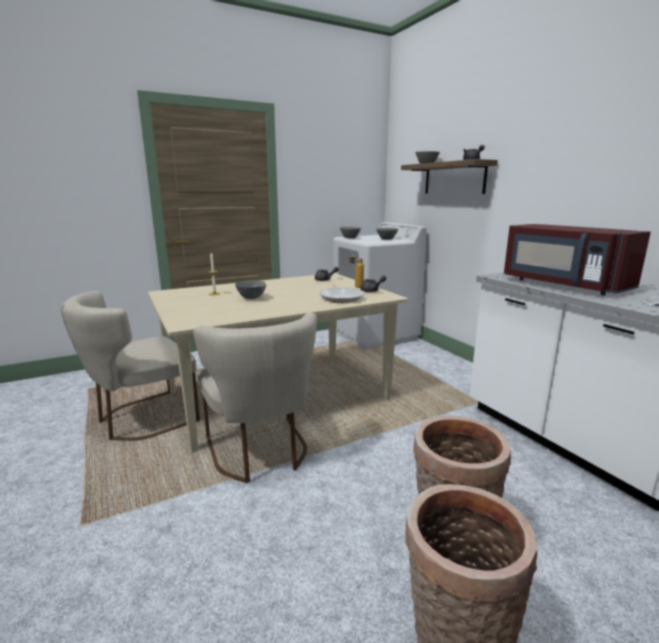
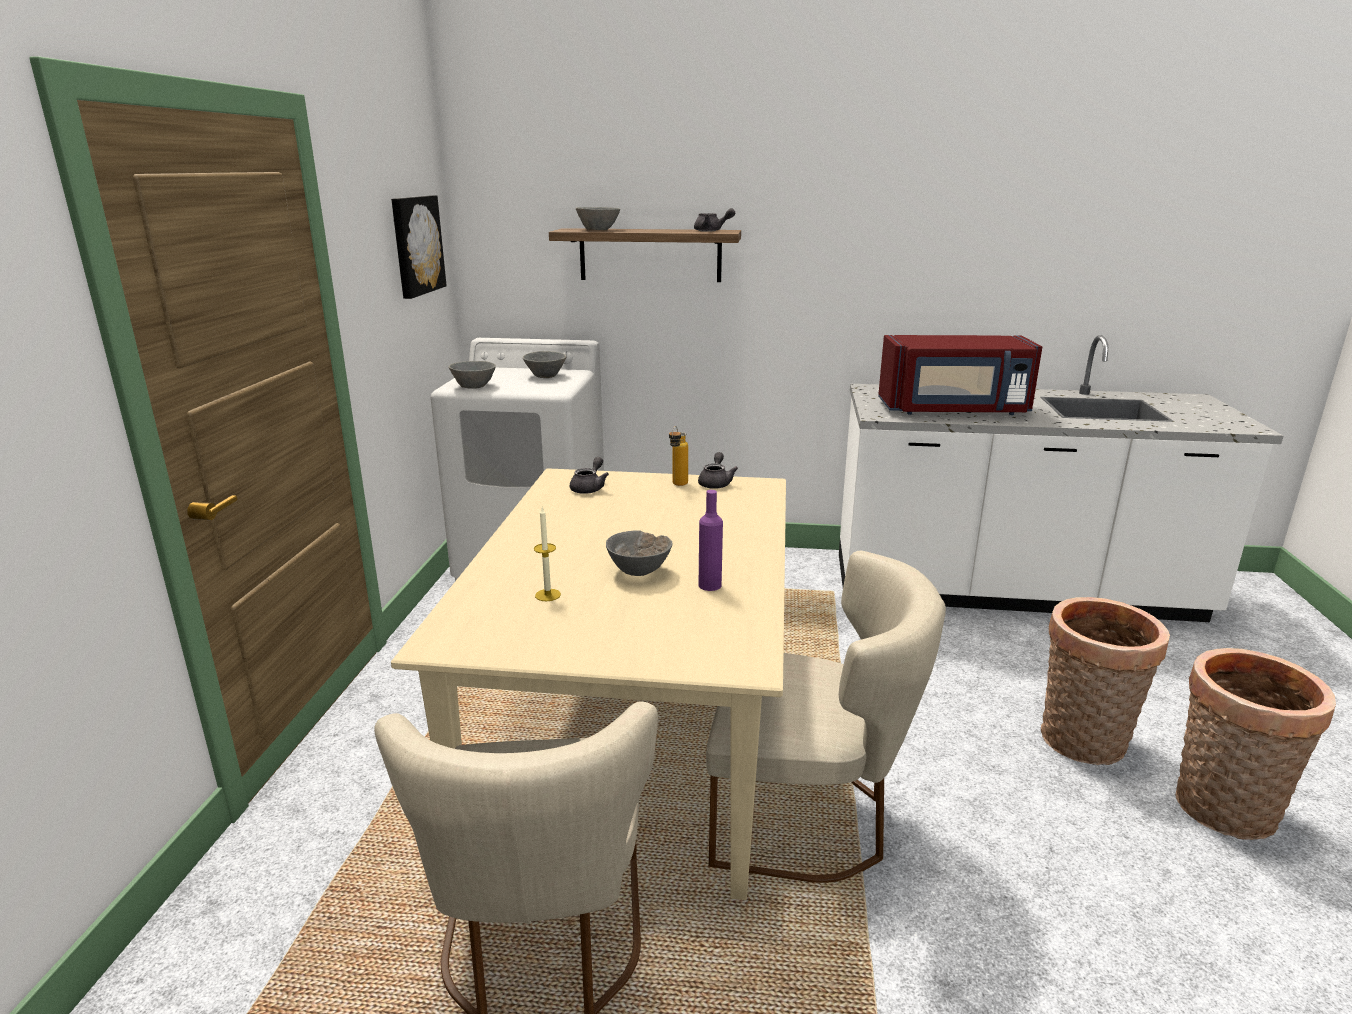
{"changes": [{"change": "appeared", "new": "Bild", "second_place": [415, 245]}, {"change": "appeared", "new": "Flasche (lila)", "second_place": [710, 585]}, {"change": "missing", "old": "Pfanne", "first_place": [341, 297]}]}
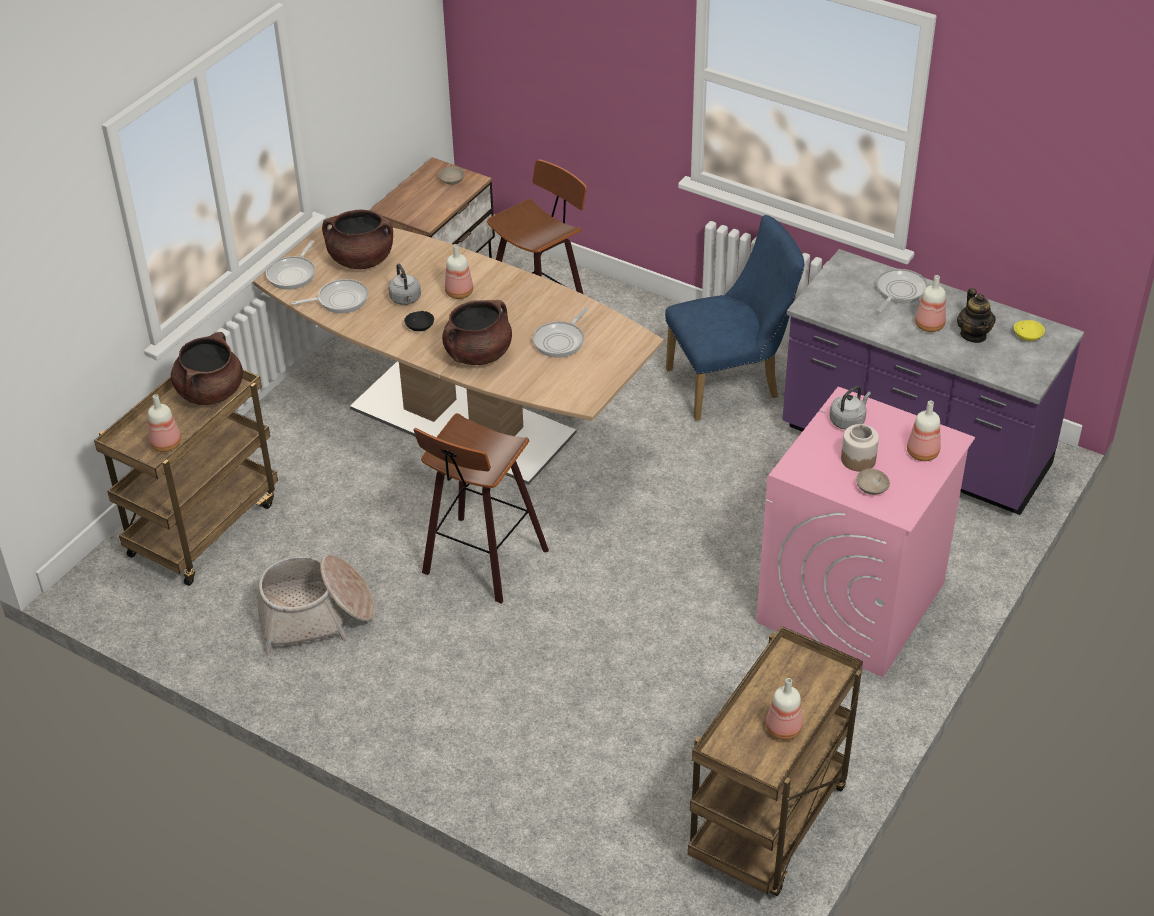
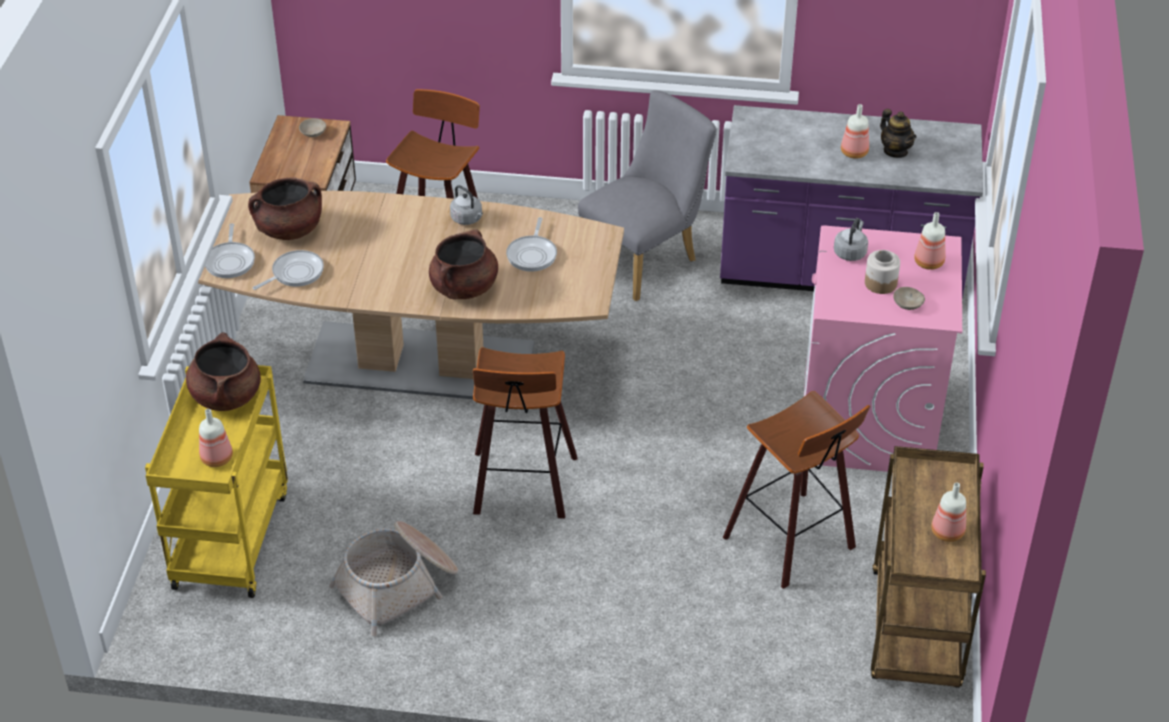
{"changes": [{"change": "colour", "old": "Rollwagen (braun)", "new": "Rollwagen (gelb)", "first_place": [203, 526], "second_place": [230, 537]}, {"change": "relocated", "old": "Wasserkessel (grau)", "first_place": [406, 299], "second_place": [467, 219]}, {"change": "colour", "old": "Stuhl (blau)", "new": "Stuhl (grau)", "first_place": [731, 384], "second_place": [646, 259]}, {"change": "appeared", "new": "Hocker", "second_place": [794, 543]}, {"change": "missing", "old": "Schüssel (schwarz)", "first_place": [419, 327]}, {"change": "missing", "old": "Flasche", "first_place": [459, 292]}, {"change": "missing", "old": "Pfanne", "first_place": [899, 291]}, {"change": "missing", "old": "Schüssel (gelb)", "first_place": [1027, 337]}]}
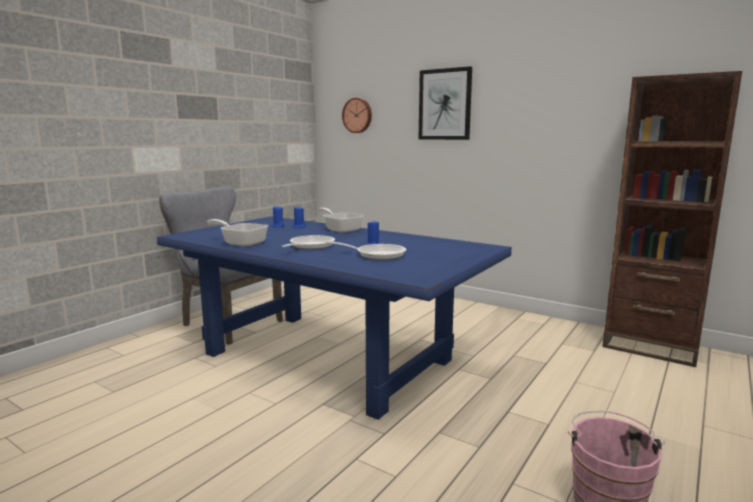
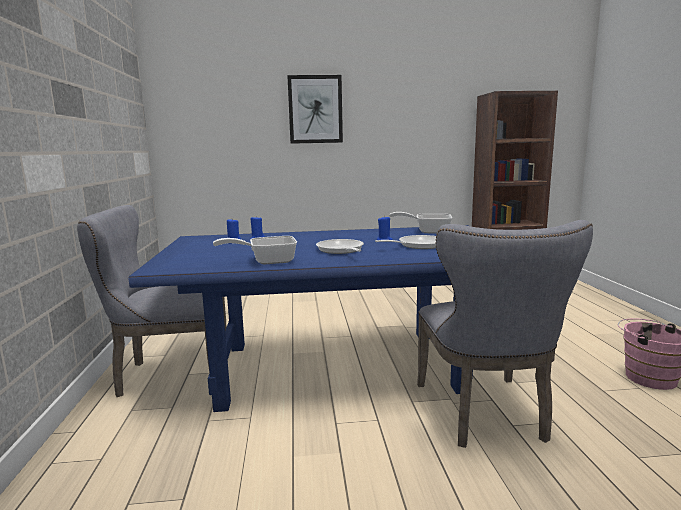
{"changes": [{"change": "relocated", "old": "Pfanne", "first_place": [341, 230], "second_place": [428, 231]}, {"change": "appeared", "new": "Stuhl (grau)", "second_place": [486, 415]}, {"change": "missing", "old": "Wanduhr", "first_place": [357, 115]}]}
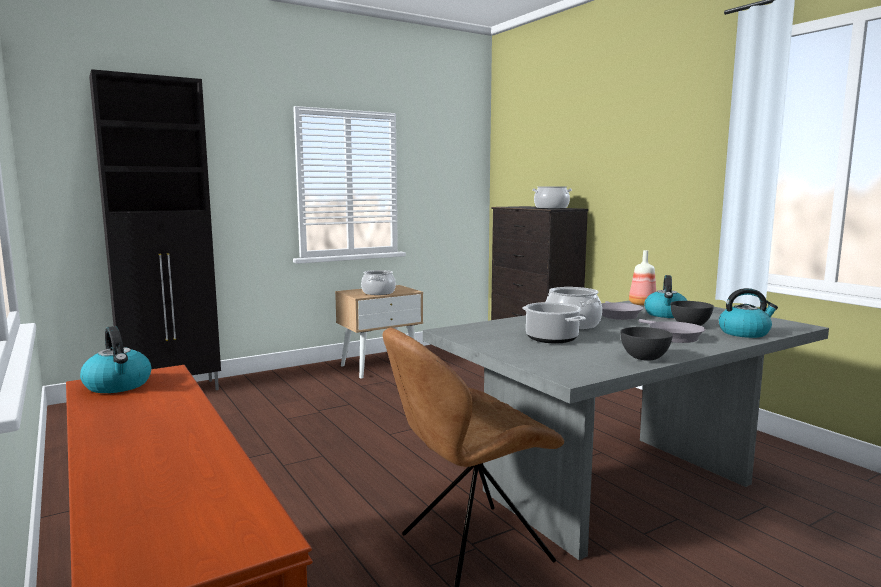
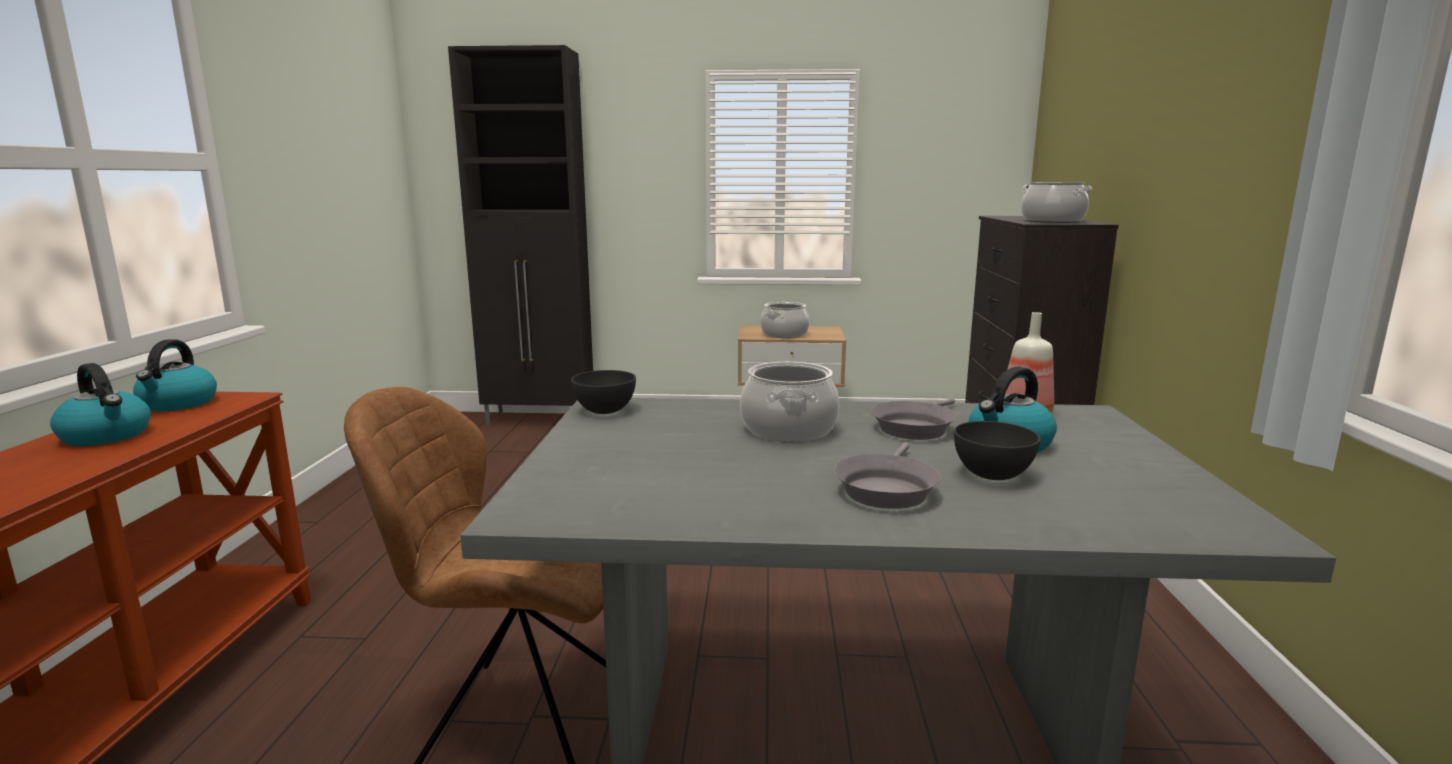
{"changes": [{"change": "relocated", "old": "Wasserkessel", "first_place": [744, 333], "second_place": [107, 436]}, {"change": "relocated", "old": "Schüssel (grau)", "first_place": [644, 358], "second_place": [604, 411]}, {"change": "missing", "old": "Kochtopf", "first_place": [552, 338]}]}
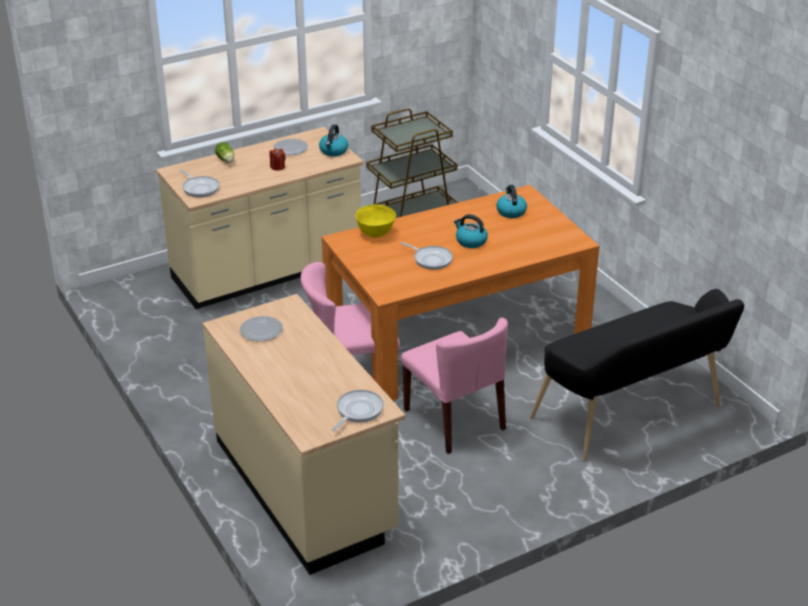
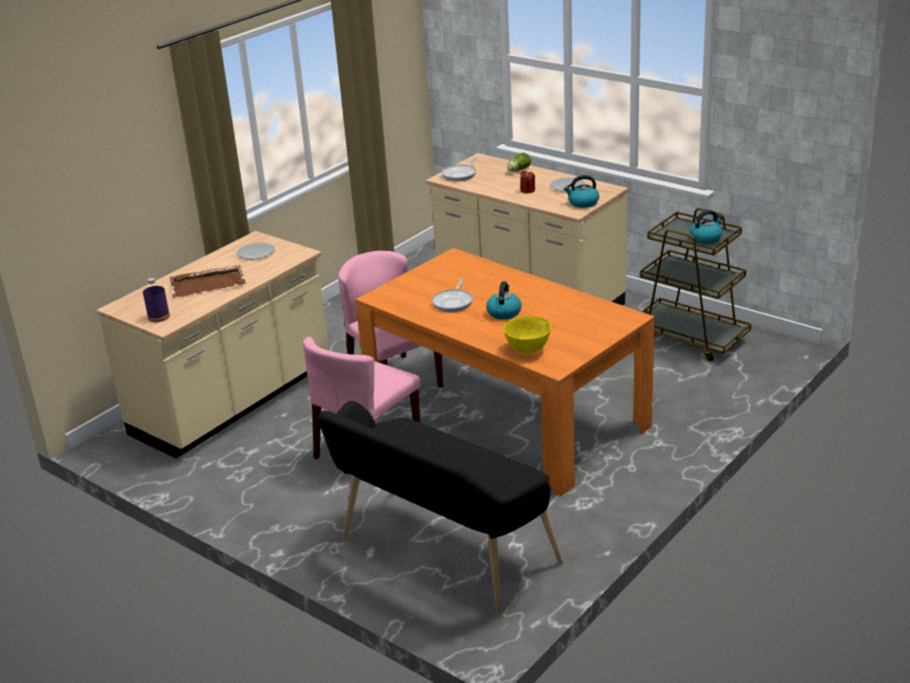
{"changes": [{"change": "exchanged", "old": "Pfanne", "new": "Flasche (lila)", "first_place": [358, 411], "second_place": [158, 317]}, {"change": "appeared", "new": "Tablett (braun)", "second_place": [208, 284]}, {"change": "relocated", "old": "Schüssel (gelb)", "first_place": [375, 234], "second_place": [527, 349]}, {"change": "relocated", "old": "Wasserkessel", "first_place": [511, 211], "second_place": [706, 238]}]}
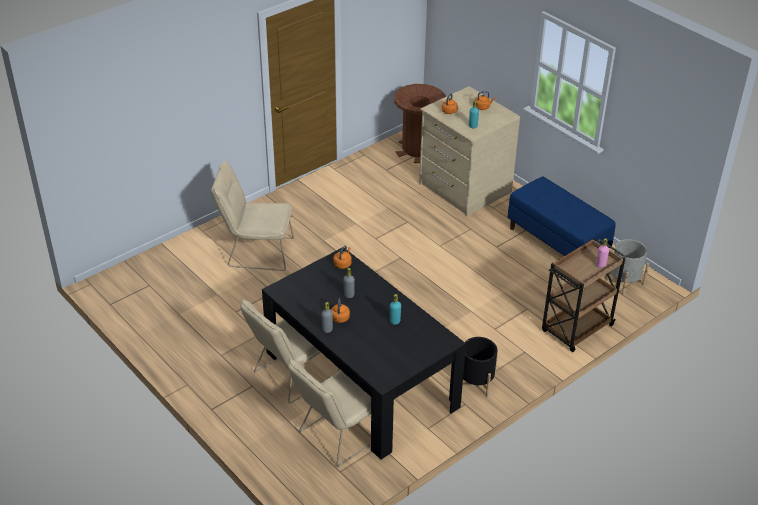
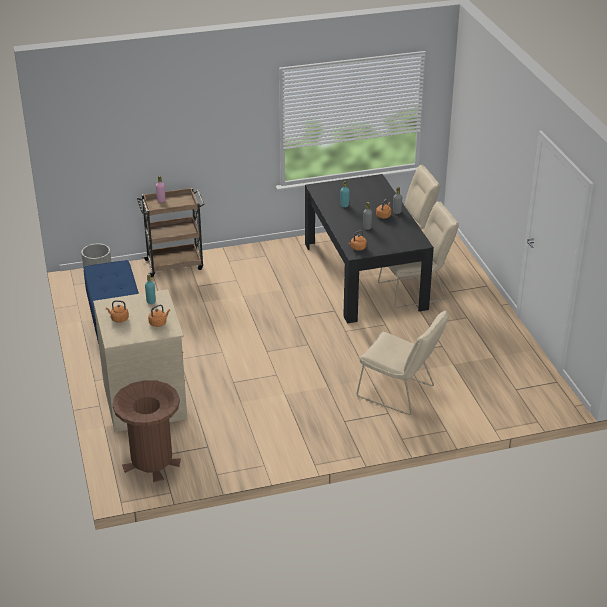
{"changes": [{"change": "missing", "old": "Pflanzkübel (schwarz)", "first_place": [476, 382]}]}
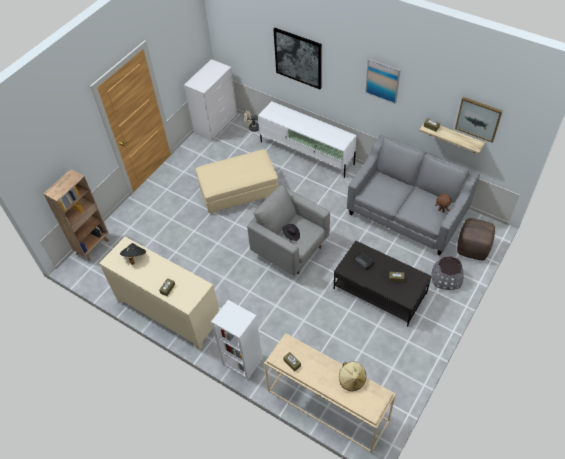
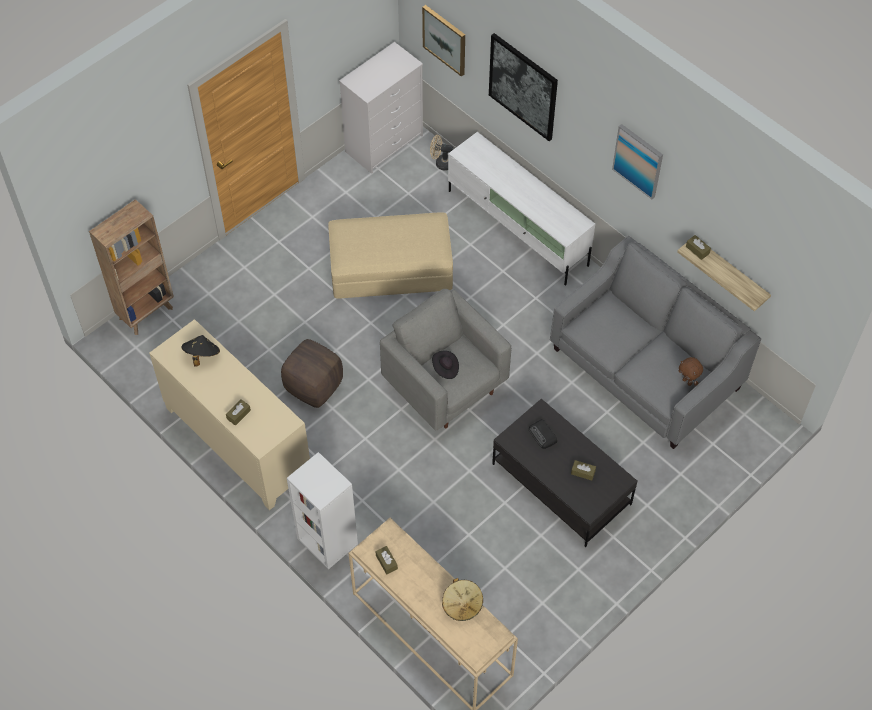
{"changes": [{"change": "relocated", "old": "Polsterhocker (braun)", "first_place": [472, 248], "second_place": [314, 386]}, {"change": "relocated", "old": "Bild", "first_place": [478, 119], "second_place": [445, 39]}, {"change": "missing", "old": "Pflanzkübel (grau)", "first_place": [446, 278]}]}
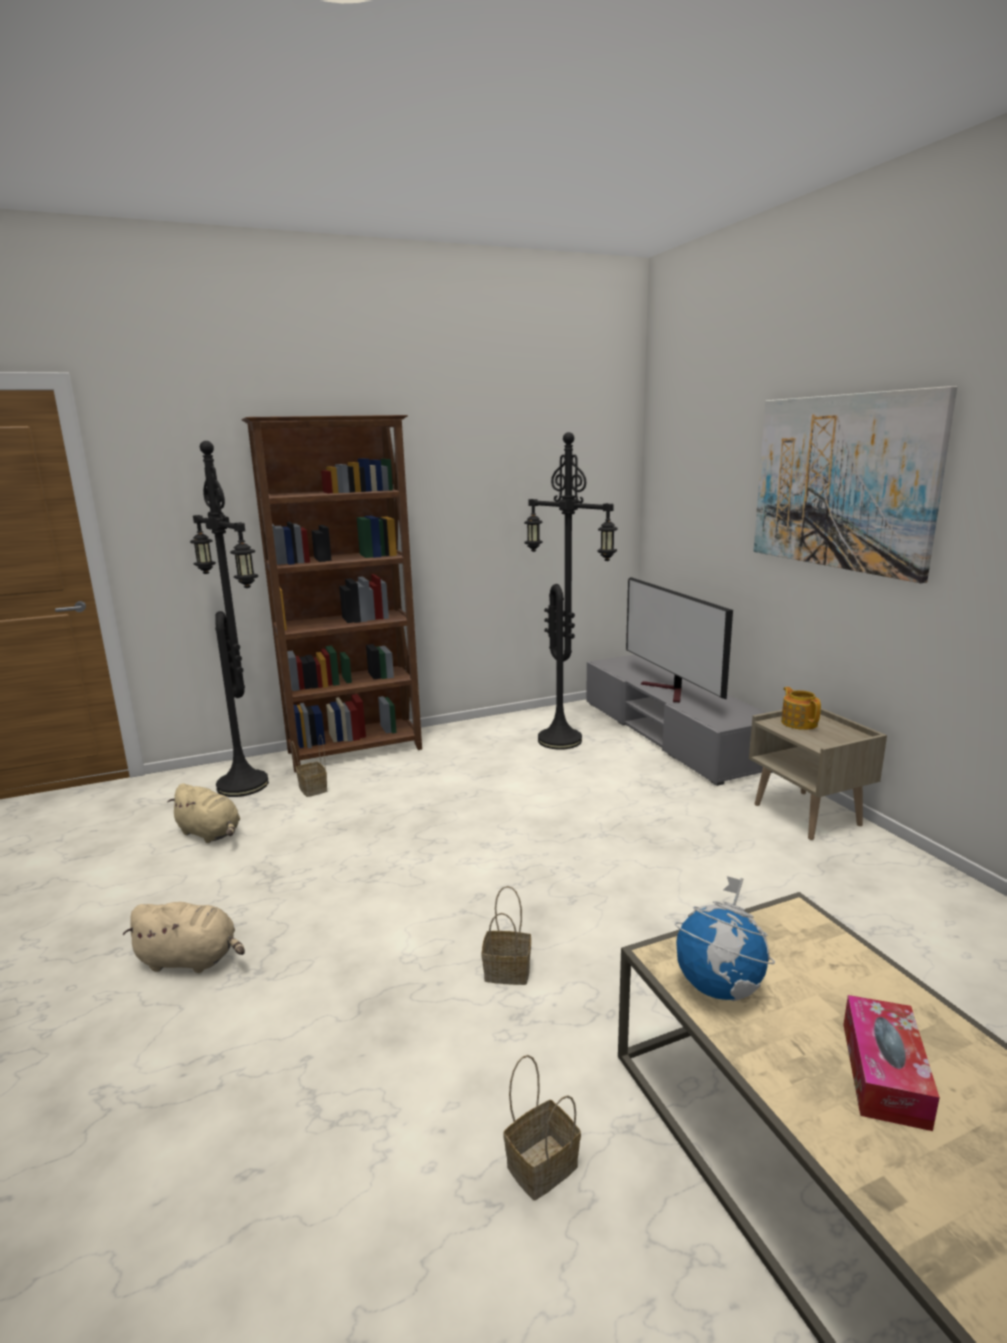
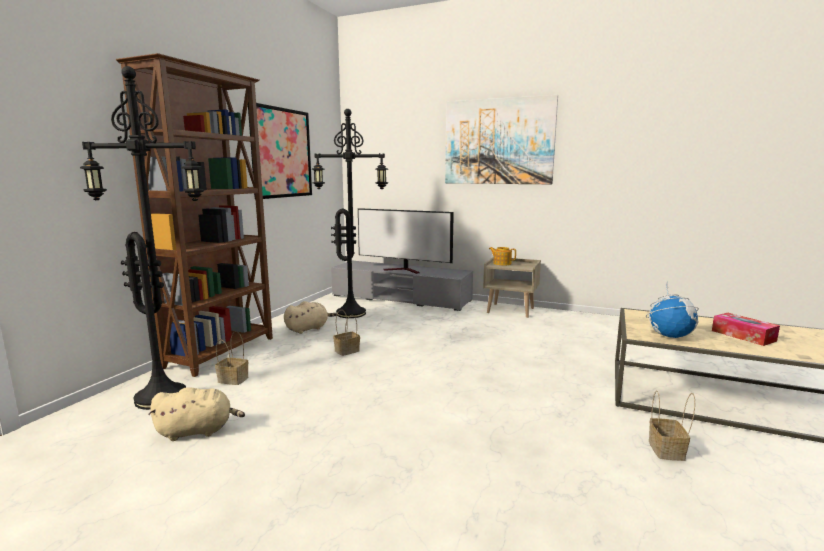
{"changes": [{"change": "appeared", "new": "Bild", "second_place": [281, 153]}, {"change": "relocated", "old": "Plüschtier (beige)", "first_place": [192, 960], "second_place": [308, 329]}, {"change": "relocated", "old": "Korb", "first_place": [505, 972], "second_place": [346, 351]}]}
